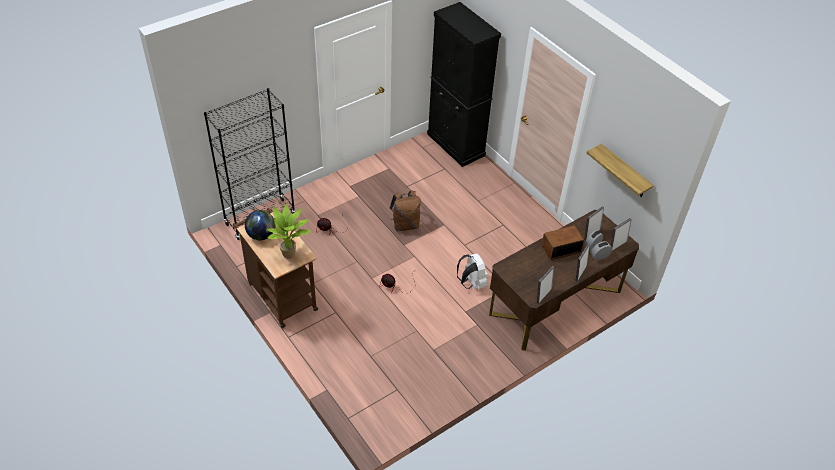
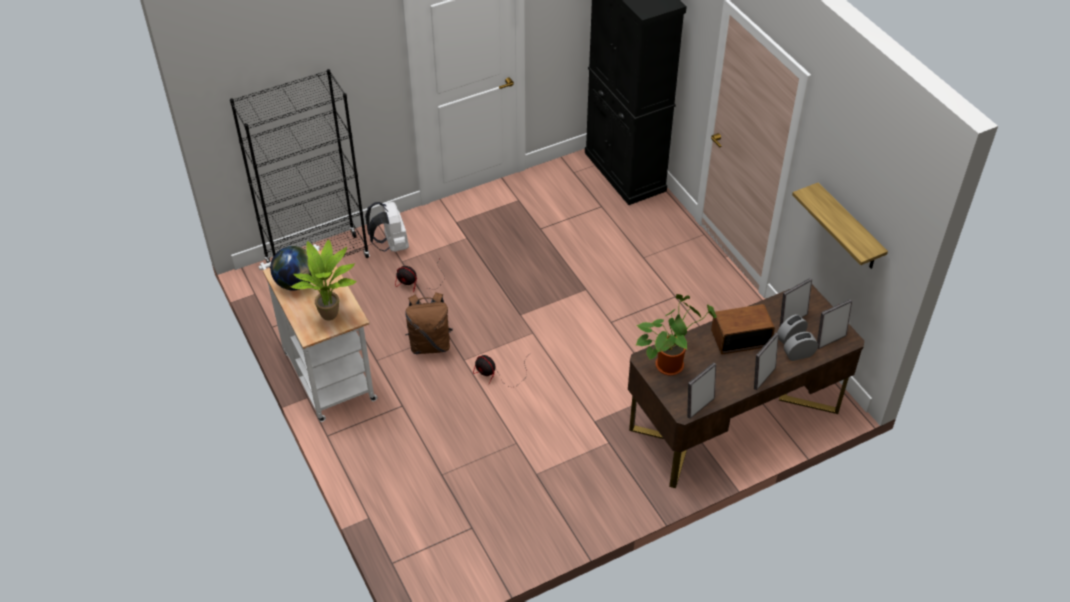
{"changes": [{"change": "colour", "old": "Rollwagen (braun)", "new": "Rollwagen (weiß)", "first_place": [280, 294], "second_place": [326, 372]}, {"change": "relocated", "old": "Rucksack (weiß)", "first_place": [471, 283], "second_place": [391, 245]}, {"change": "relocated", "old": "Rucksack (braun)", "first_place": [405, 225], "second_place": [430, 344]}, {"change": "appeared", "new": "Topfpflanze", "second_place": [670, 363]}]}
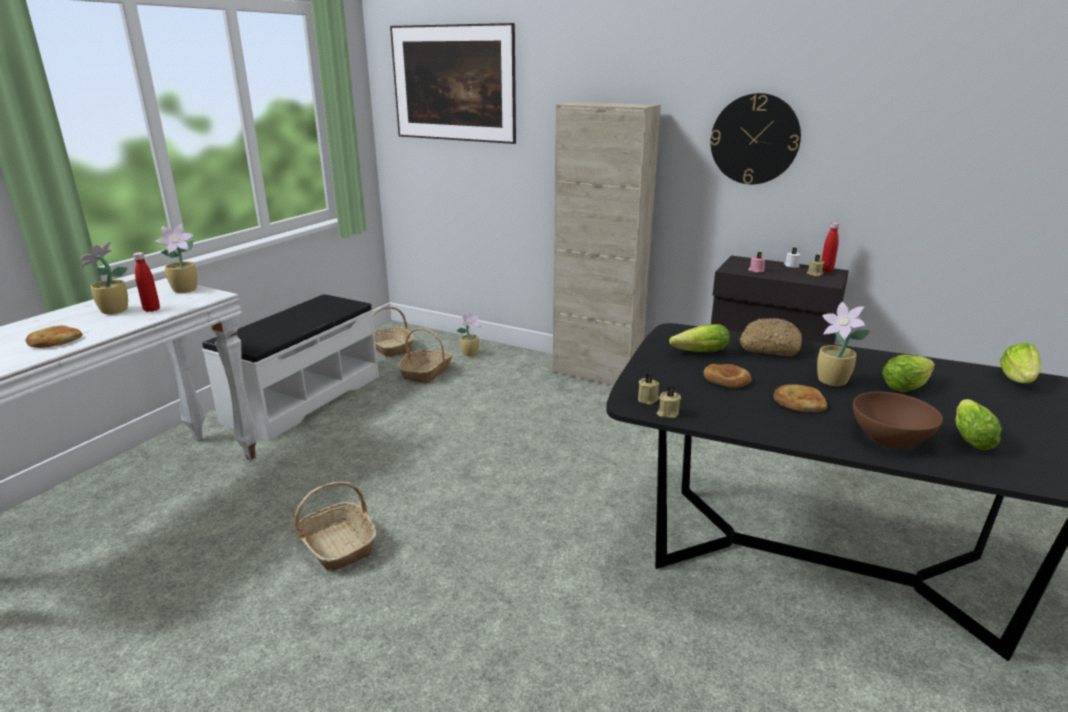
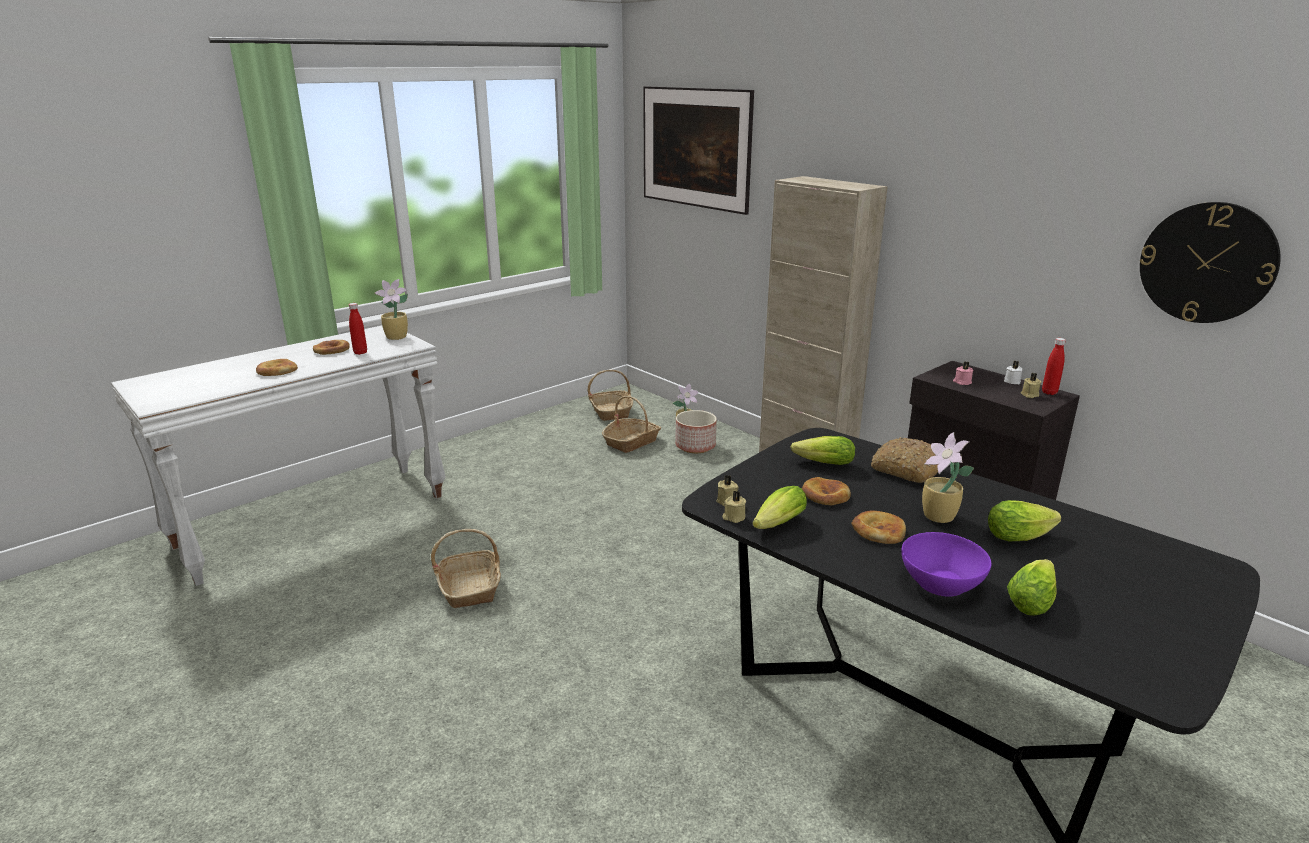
{"changes": [{"change": "exchanged", "old": "Topfpflanze", "new": "Brot", "first_place": [113, 311], "second_place": [332, 350]}, {"change": "appeared", "new": "Pflanzkübel", "second_place": [695, 446]}, {"change": "relocated", "old": "Salatkopf", "first_place": [1018, 380], "second_place": [776, 525]}, {"change": "colour", "old": "Schüssel (braun)", "new": "Schüssel (lila)", "first_place": [890, 437], "second_place": [940, 582]}, {"change": "relocated", "old": "Wanduhr", "first_place": [754, 139], "second_place": [1207, 263]}, {"change": "missing", "old": "Bank (weiß)", "first_place": [303, 398]}]}
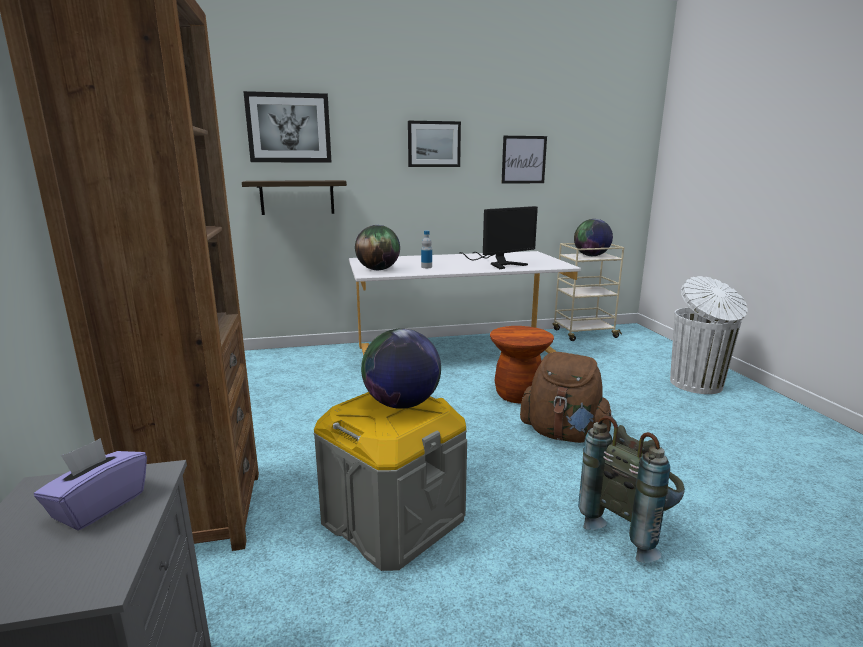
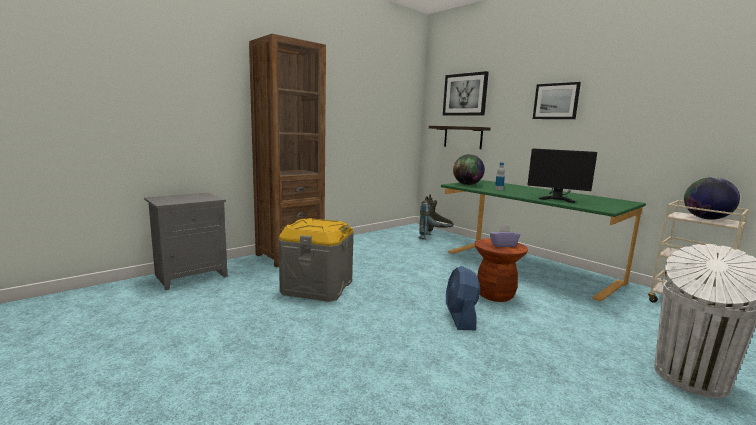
{"changes": [{"change": "relocated", "old": "Rucksack (grau)", "first_place": [630, 527], "second_place": [435, 238]}, {"change": "colour", "old": "Schreibtisch (weiß)", "new": "Schreibtisch (grün)", "first_place": [458, 353], "second_place": [525, 267]}, {"change": "exchanged", "old": "Rucksack (braun)", "new": "Ventilator (blau)", "first_place": [564, 434], "second_place": [460, 317]}, {"change": "relocated", "old": "Taschentuchbox (lila)", "first_place": [99, 506], "second_place": [503, 245]}, {"change": "missing", "old": "Globus", "first_place": [401, 404]}, {"change": "missing", "old": "Bild", "first_place": [523, 159]}]}
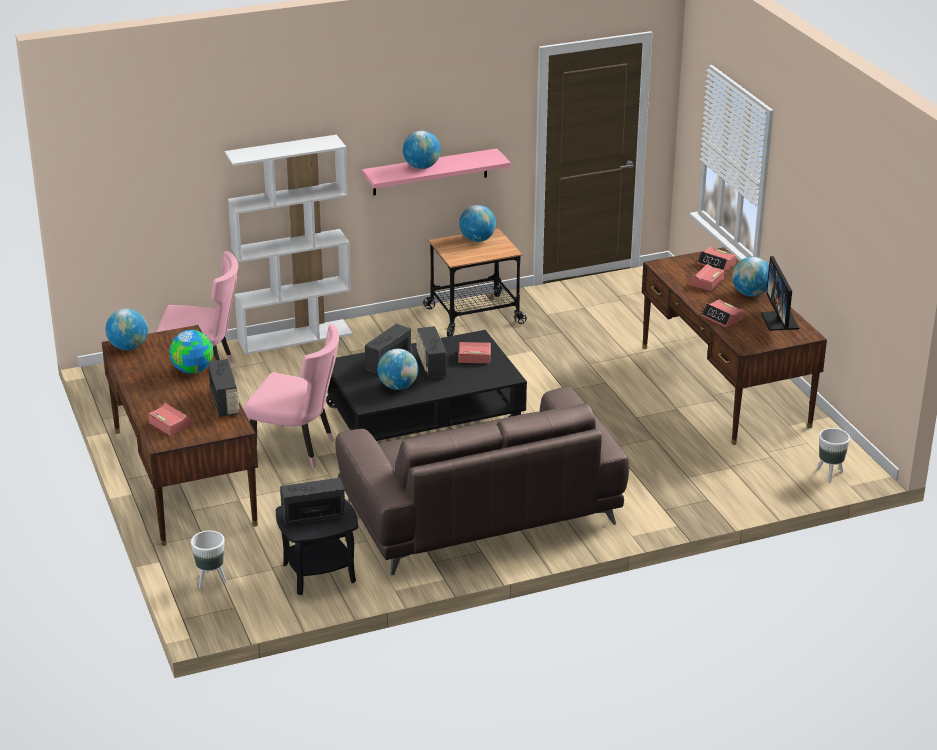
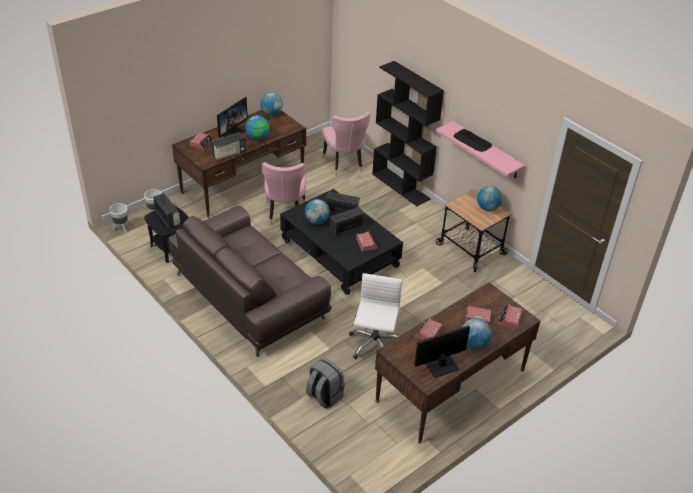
{"changes": [{"change": "relocated", "old": "Pflanzkübel (weiß)", "first_place": [829, 475], "second_place": [121, 229]}, {"change": "appeared", "new": "Monitor", "second_place": [231, 132]}, {"change": "appeared", "new": "Rucksack (grau)", "second_place": [324, 396]}, {"change": "appeared", "new": "Bürostuhl (weiß)", "second_place": [374, 344]}, {"change": "colour", "old": "Bücherregal (weiß)", "new": "Bücherregal (schwarz)", "first_place": [295, 337], "second_place": [401, 186]}, {"change": "exchanged", "old": "Globus", "new": "Tastatur", "first_place": [421, 167], "second_place": [472, 141]}]}
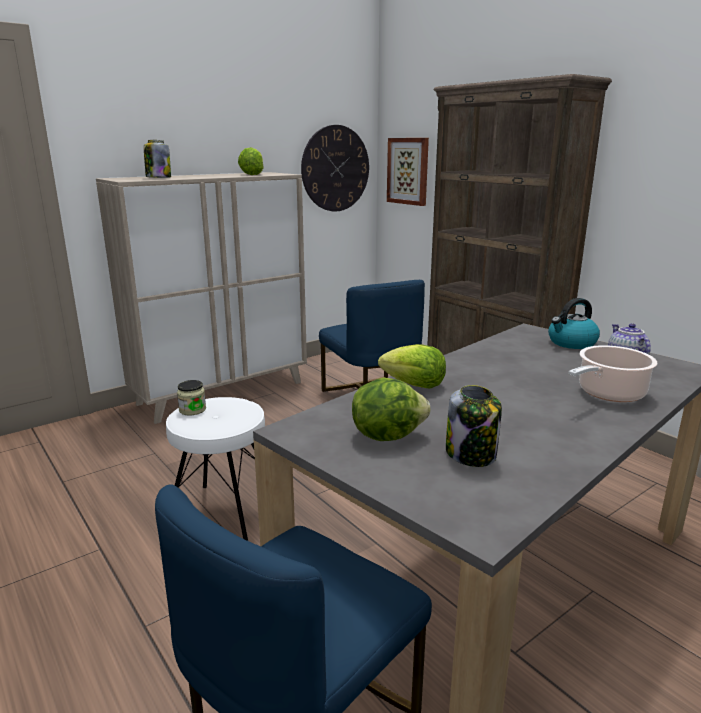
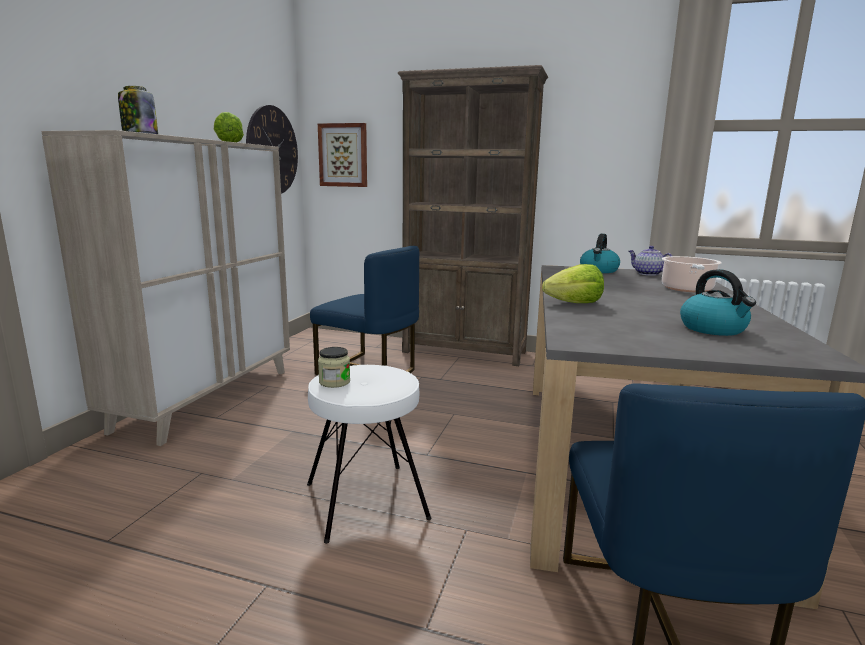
{"changes": [{"change": "exchanged", "old": "Vorratsglas", "new": "Wasserkessel", "first_place": [471, 454], "second_place": [714, 329]}, {"change": "missing", "old": "Salatkopf", "first_place": [387, 435]}]}
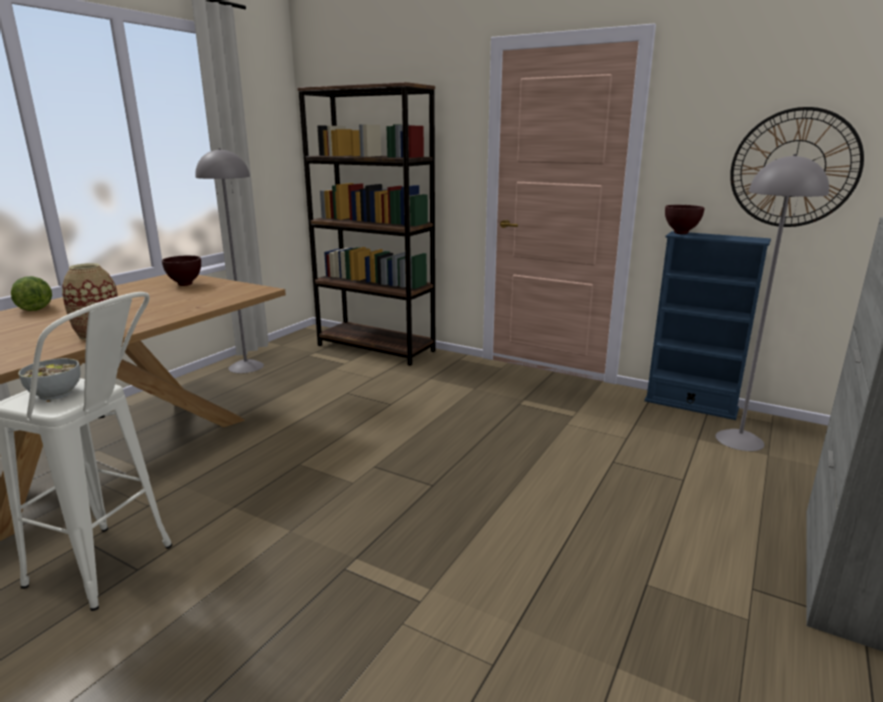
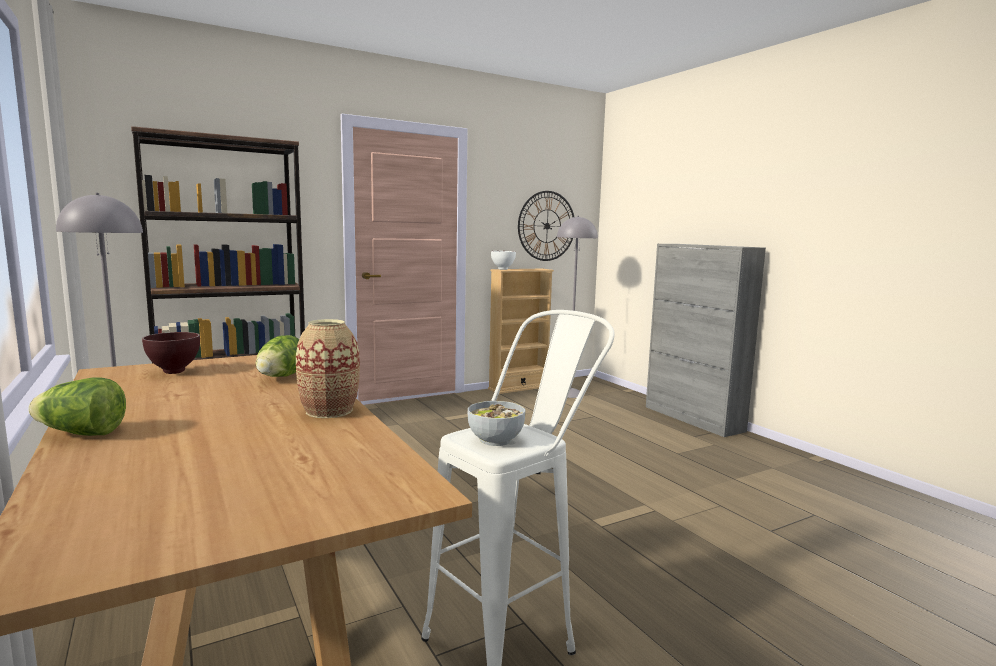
{"changes": [{"change": "appeared", "new": "Salatkopf", "second_place": [280, 377]}, {"change": "colour", "old": "Bücherregal (blau)", "new": "Bücherregal (beige)", "first_place": [690, 405], "second_place": [518, 388]}, {"change": "colour", "old": "Schüssel (braun)", "new": "Schüssel (weiß)", "first_place": [681, 233], "second_place": [503, 269]}]}
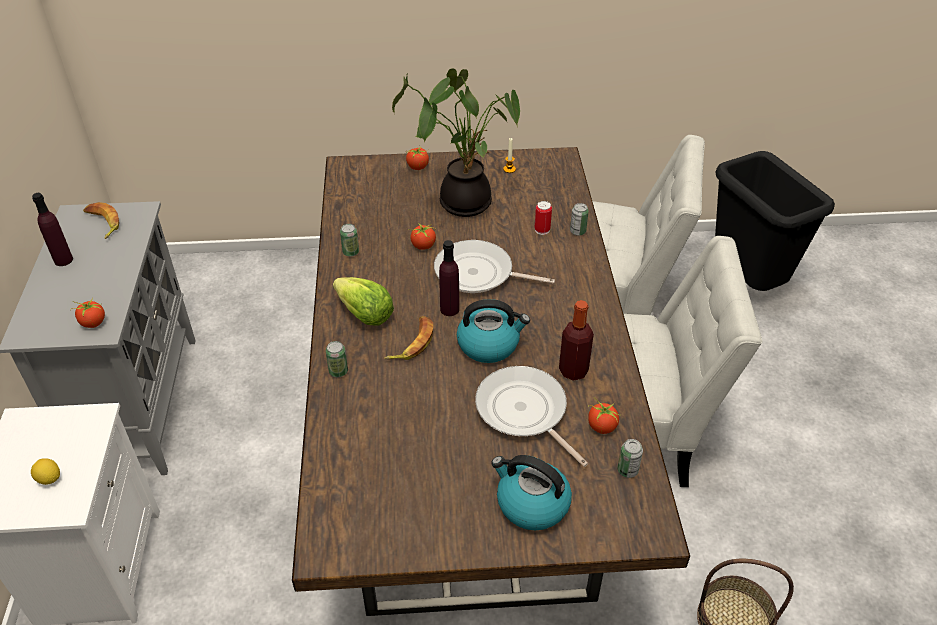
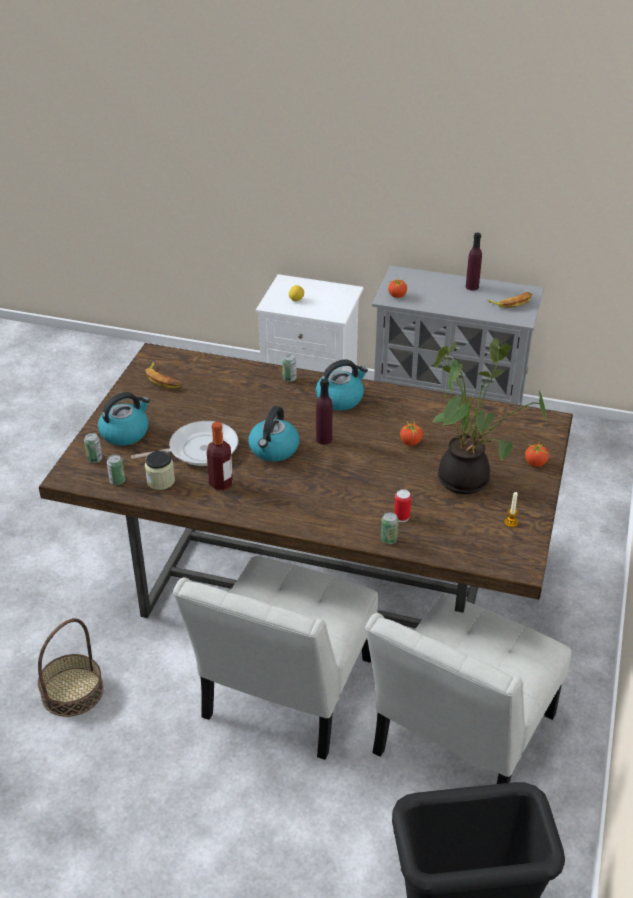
{"changes": [{"change": "relocated", "old": "Dose", "first_place": [351, 252], "second_place": [94, 459]}, {"change": "relocated", "old": "Banane", "first_place": [412, 342], "second_place": [163, 379]}, {"change": "exchanged", "old": "Tomate", "new": "Vorratsglas", "first_place": [601, 427], "second_place": [161, 481]}, {"change": "exchanged", "old": "Salatkopf", "new": "Wasserkessel", "first_place": [365, 315], "second_place": [340, 399]}, {"change": "missing", "old": "Pfanne", "first_place": [478, 274]}]}
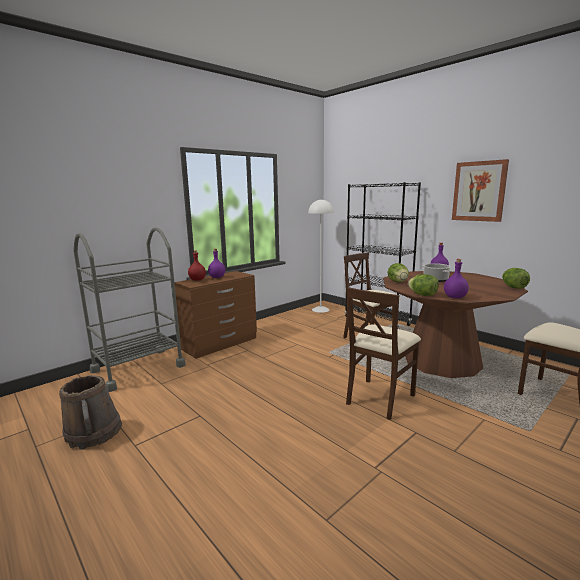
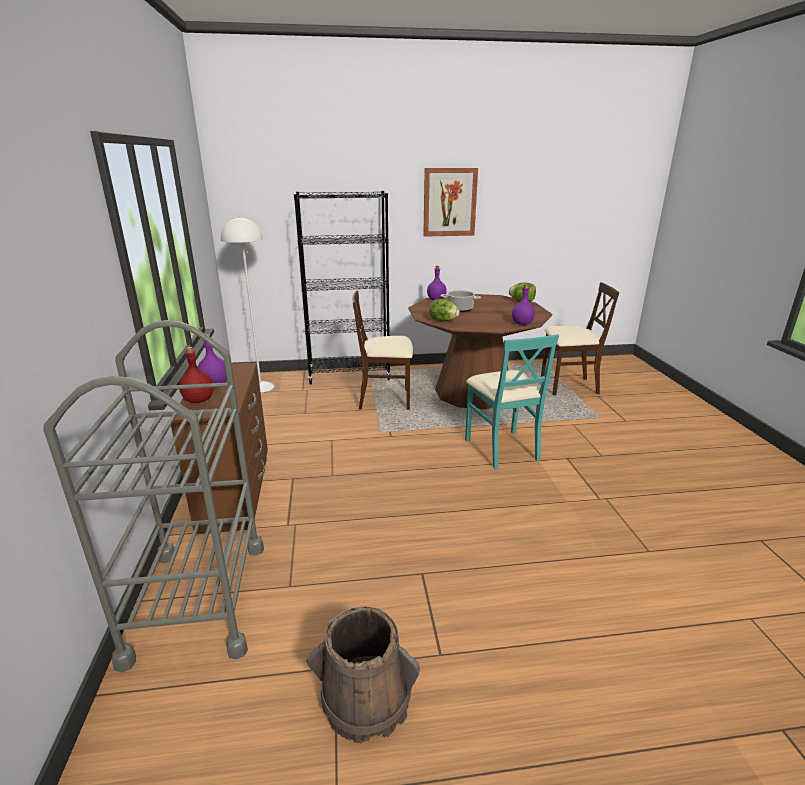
{"changes": [{"change": "colour", "old": "Stuhl (beige)", "new": "Stuhl (türkis)", "first_place": [379, 398], "second_place": [502, 448]}, {"change": "missing", "old": "Salatkopf", "first_place": [422, 295]}]}
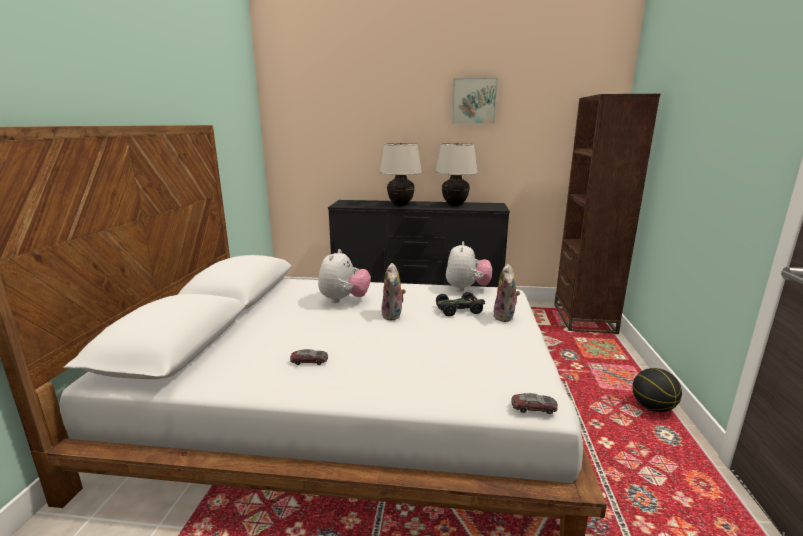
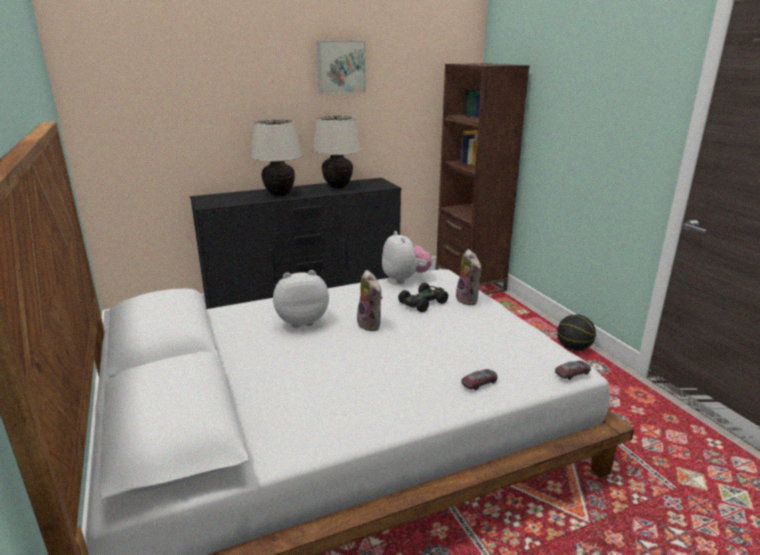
{"changes": [{"change": "spun", "old": "Plüschtier", "first_place": [344, 300], "second_place": [301, 321], "degrees": -90}, {"change": "relocated", "old": "Spielzeugauto", "first_place": [309, 361], "second_place": [479, 382]}]}
